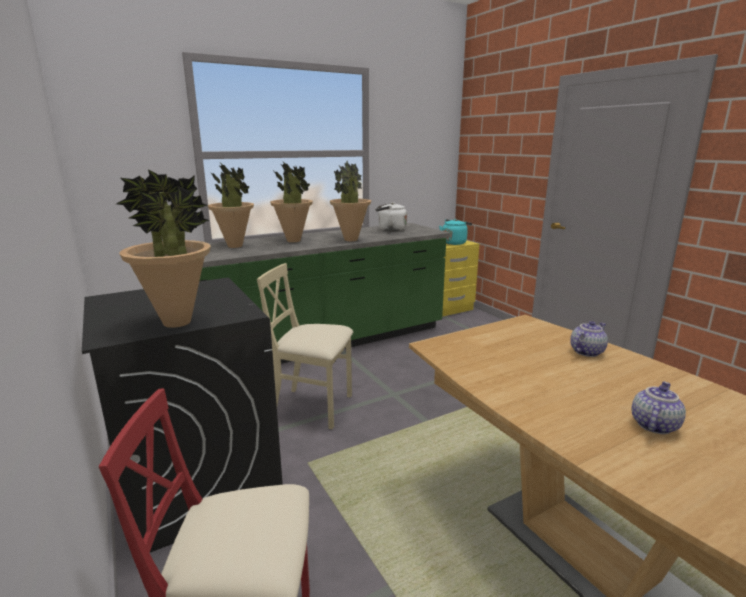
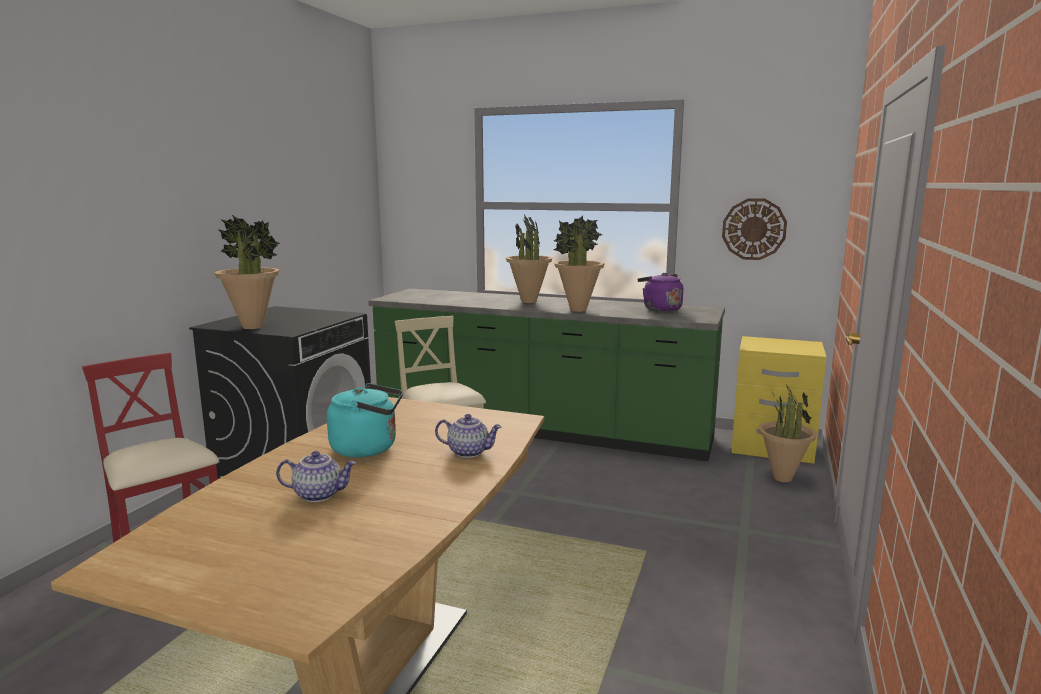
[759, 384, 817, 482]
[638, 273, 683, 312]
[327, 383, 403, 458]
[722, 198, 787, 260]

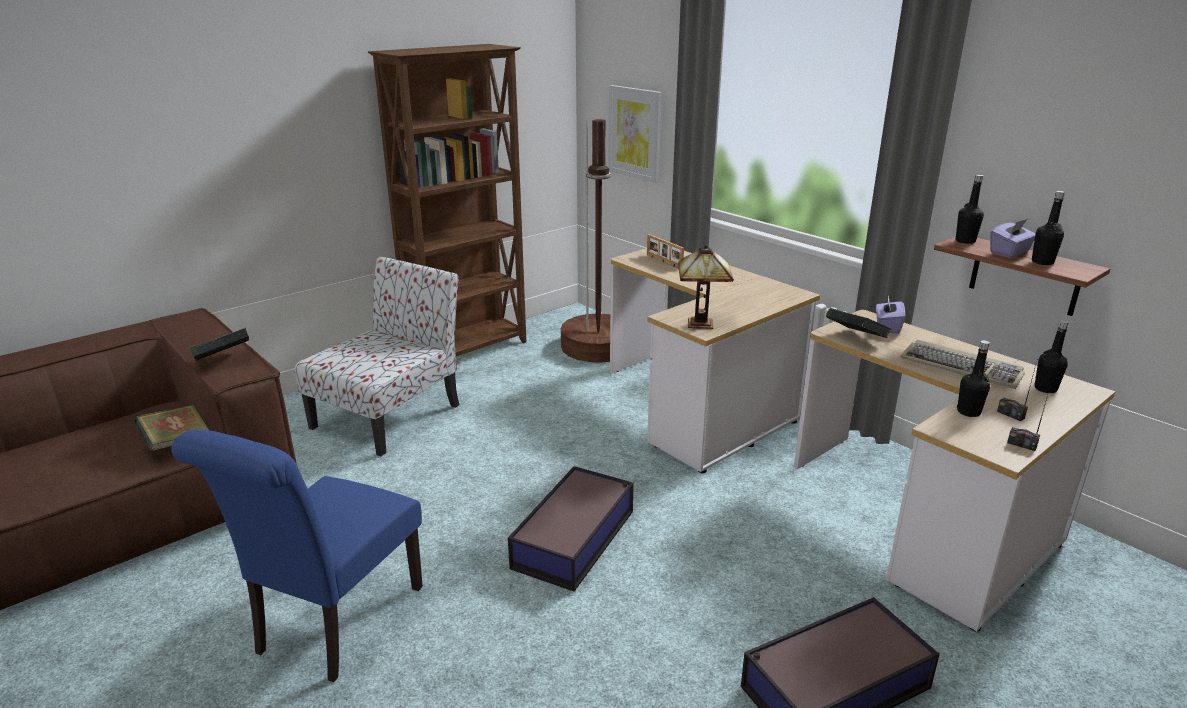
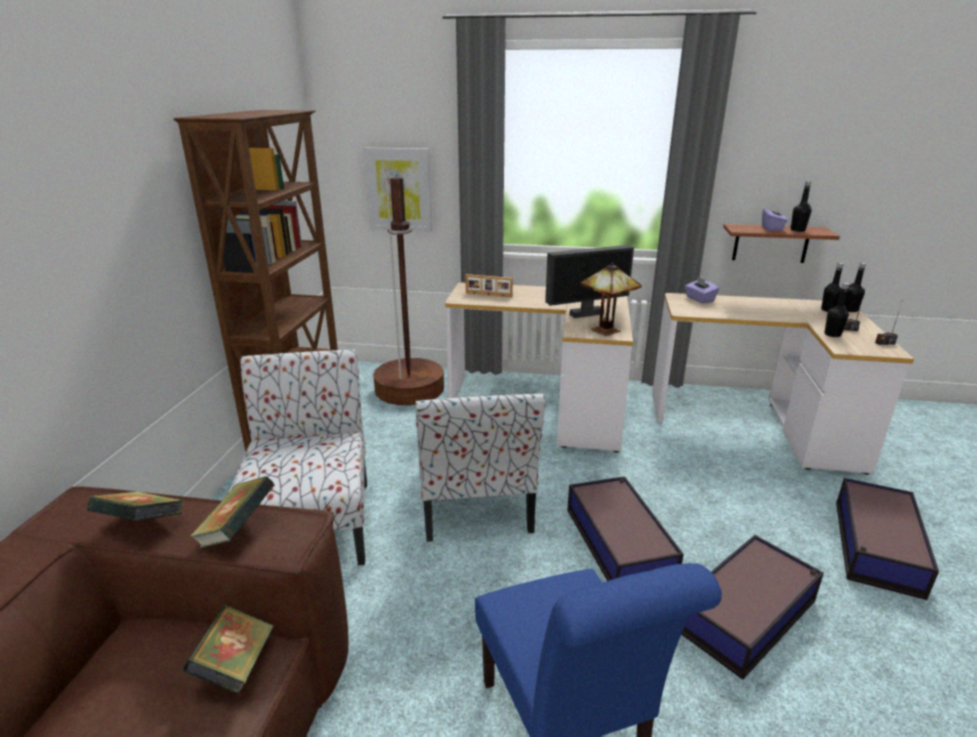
[844, 263, 866, 312]
[87, 491, 184, 521]
[900, 340, 1025, 389] (first image)
[545, 245, 634, 318]
[416, 393, 545, 542]
[681, 535, 824, 680]

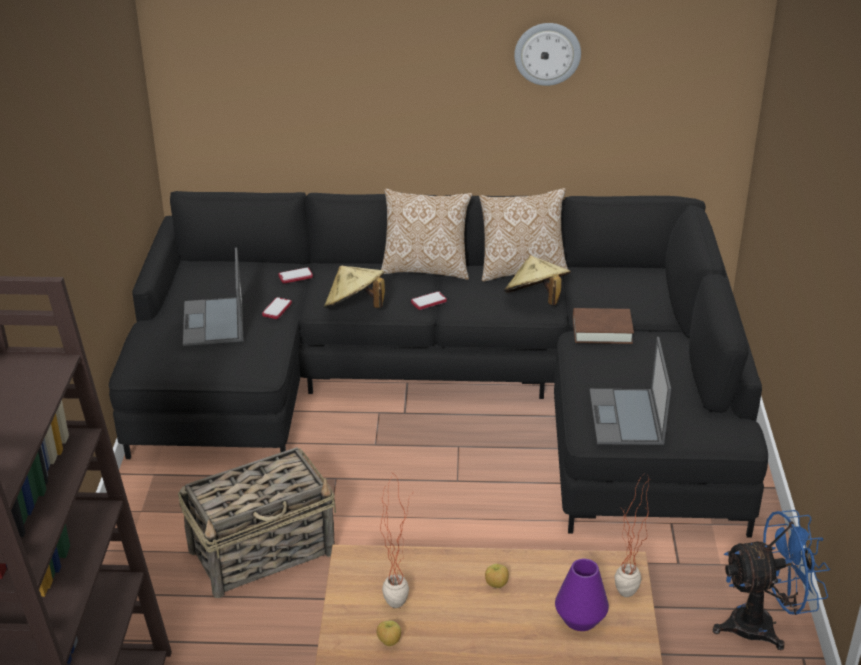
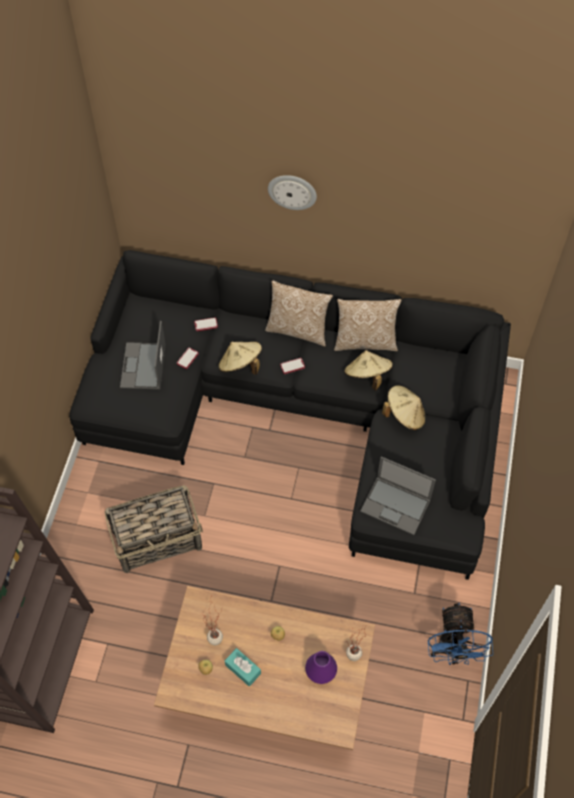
[268, 175, 317, 210]
[382, 386, 425, 430]
[360, 456, 436, 535]
[428, 603, 493, 665]
[225, 648, 261, 687]

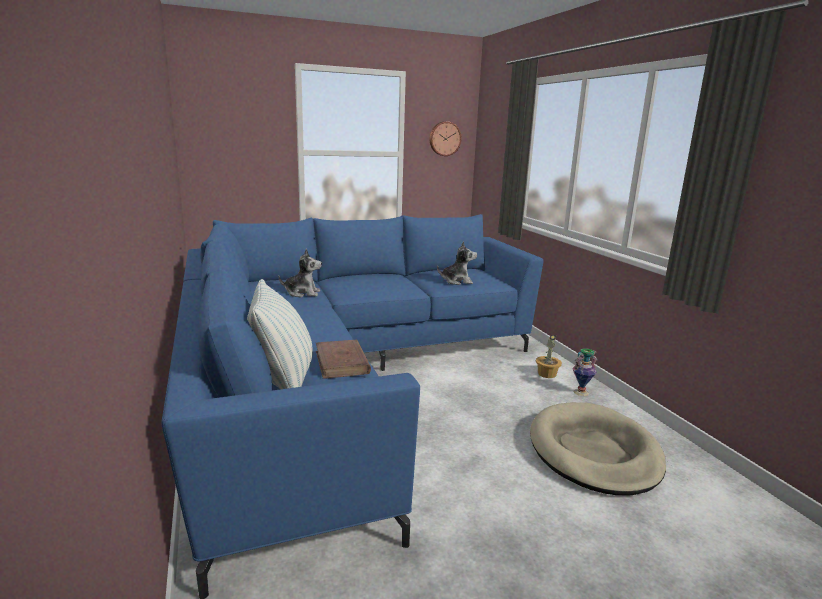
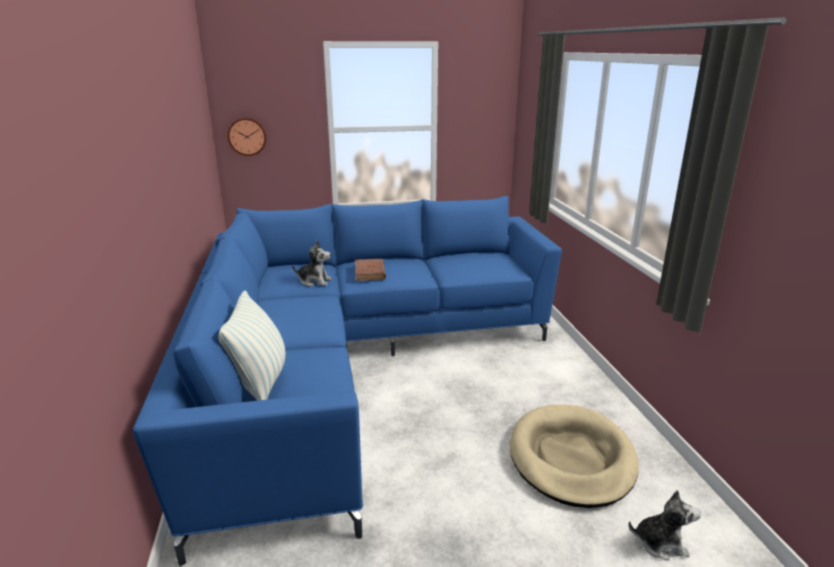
[228, 118, 266, 156]
[628, 490, 701, 561]
[536, 334, 562, 378] (first image)
[355, 259, 386, 281]
[572, 348, 597, 396] (first image)

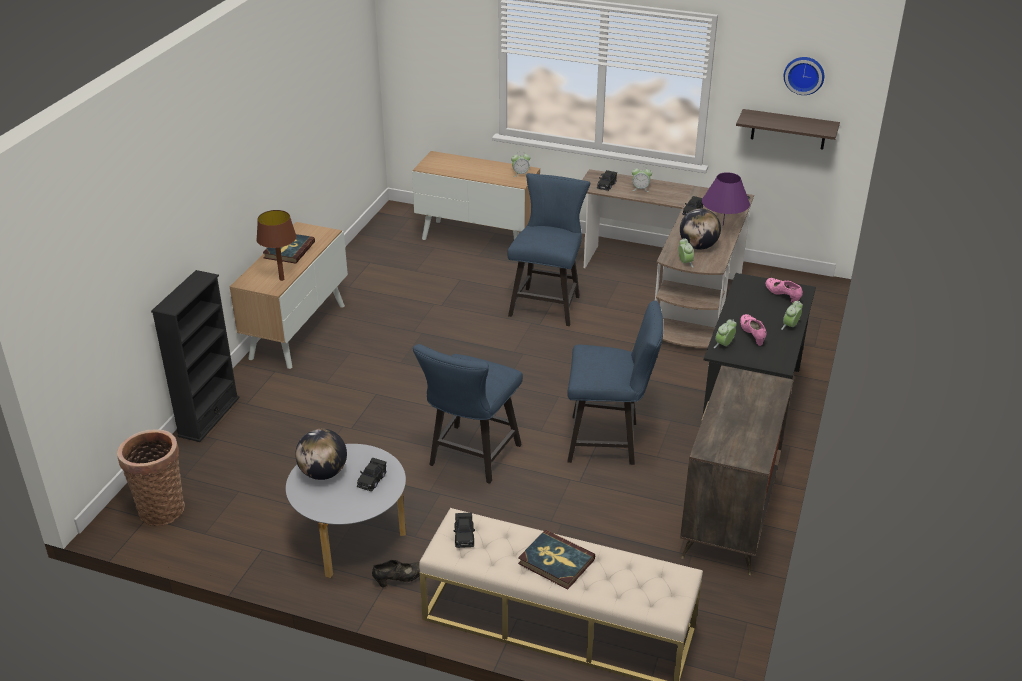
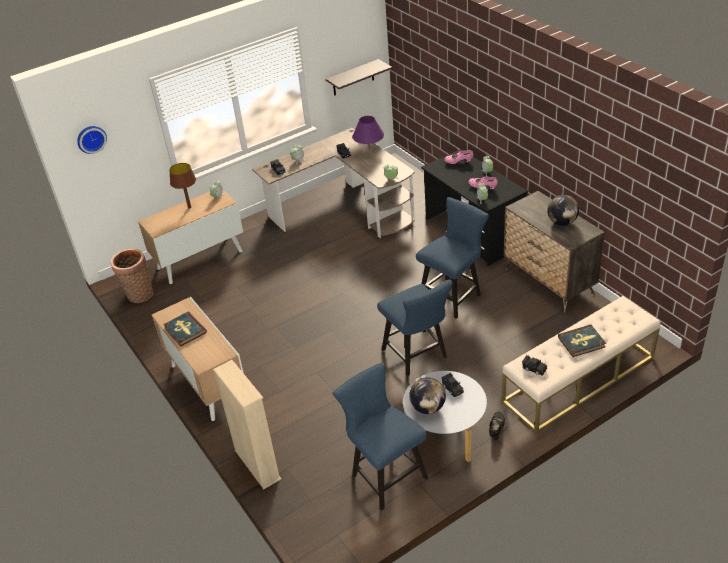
[77, 126, 107, 154]
[333, 362, 428, 511]
[547, 195, 579, 226]
[169, 163, 196, 209]
[213, 360, 281, 489]
[111, 248, 153, 303]

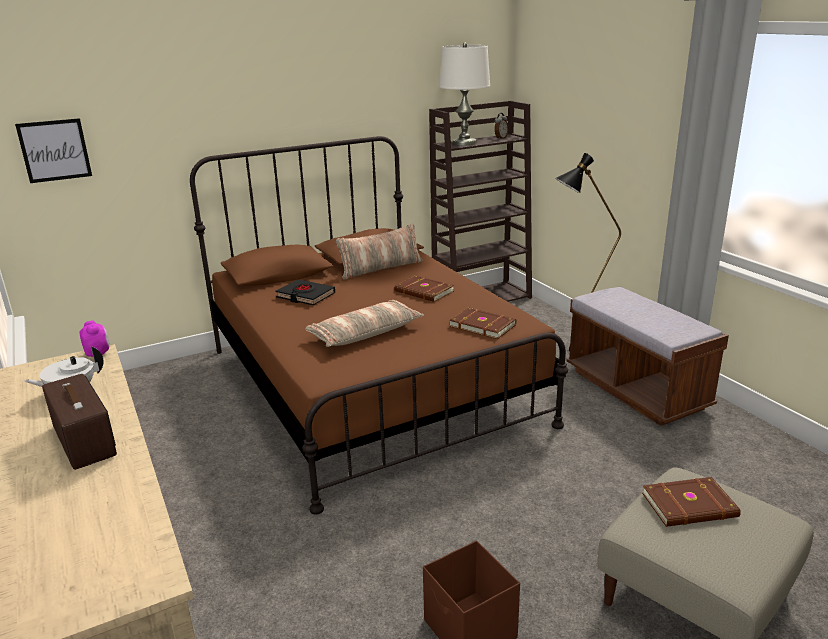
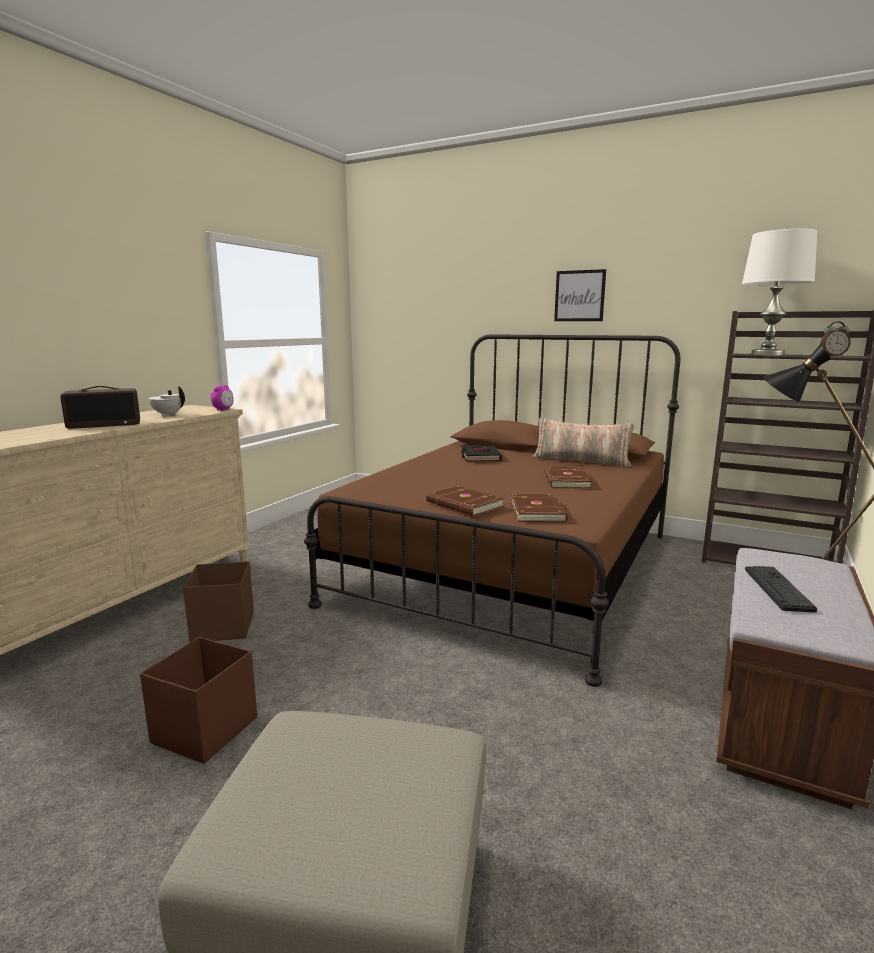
[554, 269, 606, 321]
[305, 300, 424, 347] (first image)
[60, 386, 140, 429]
[426, 486, 504, 516]
[183, 561, 254, 642]
[745, 566, 817, 613]

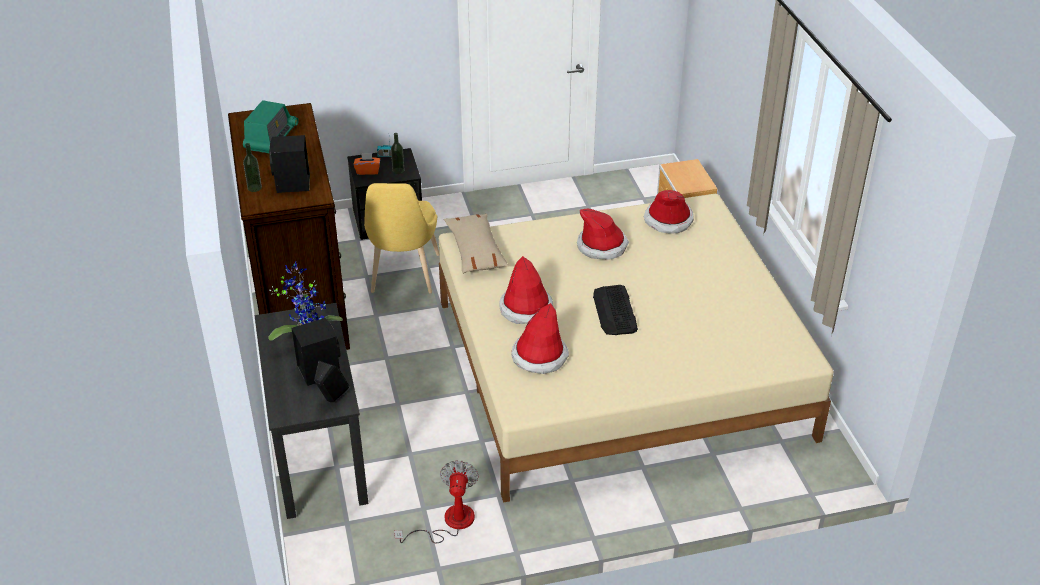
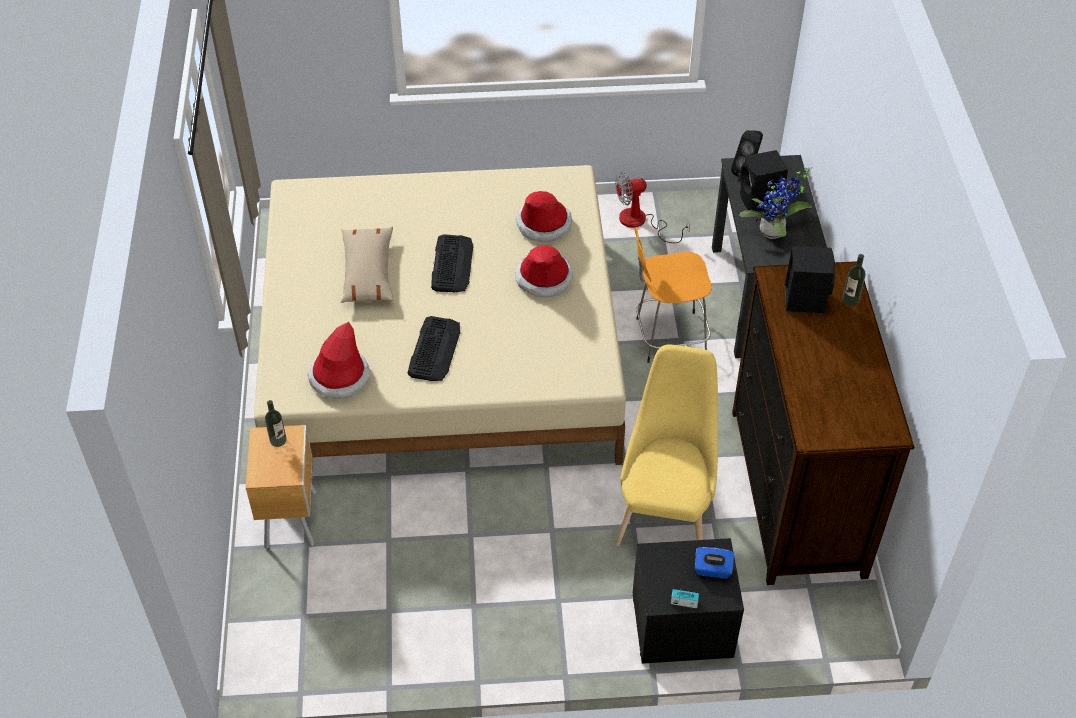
[243, 100, 299, 153] (first image)
[265, 400, 287, 447]
[695, 547, 734, 578]
[408, 316, 460, 381]
[341, 227, 394, 303]
[615, 172, 690, 243]
[635, 227, 712, 363]

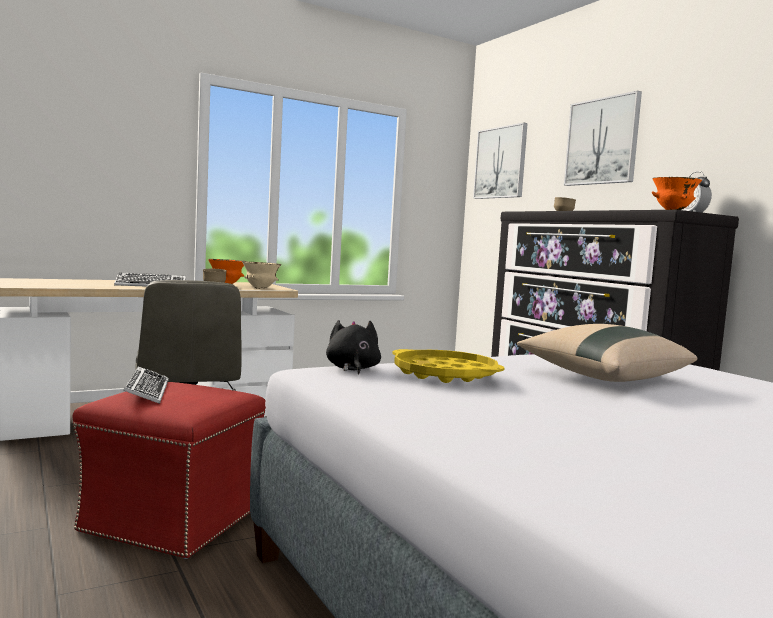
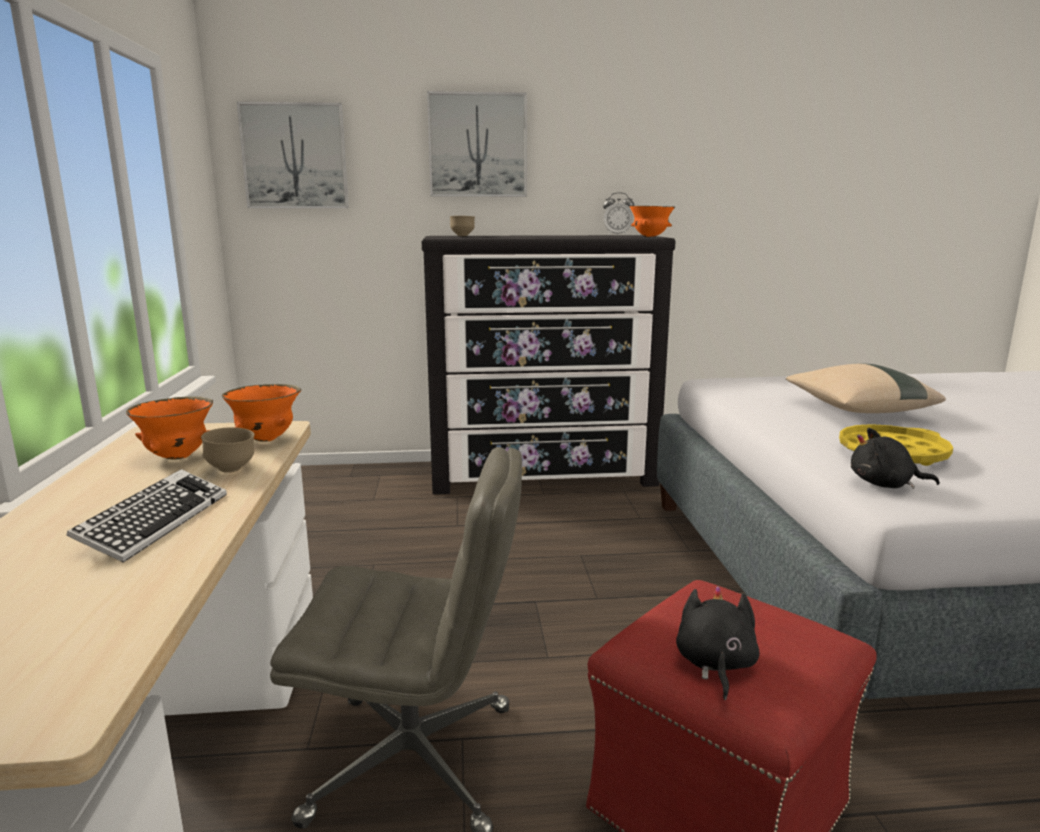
[222, 384, 301, 442]
[676, 586, 760, 700]

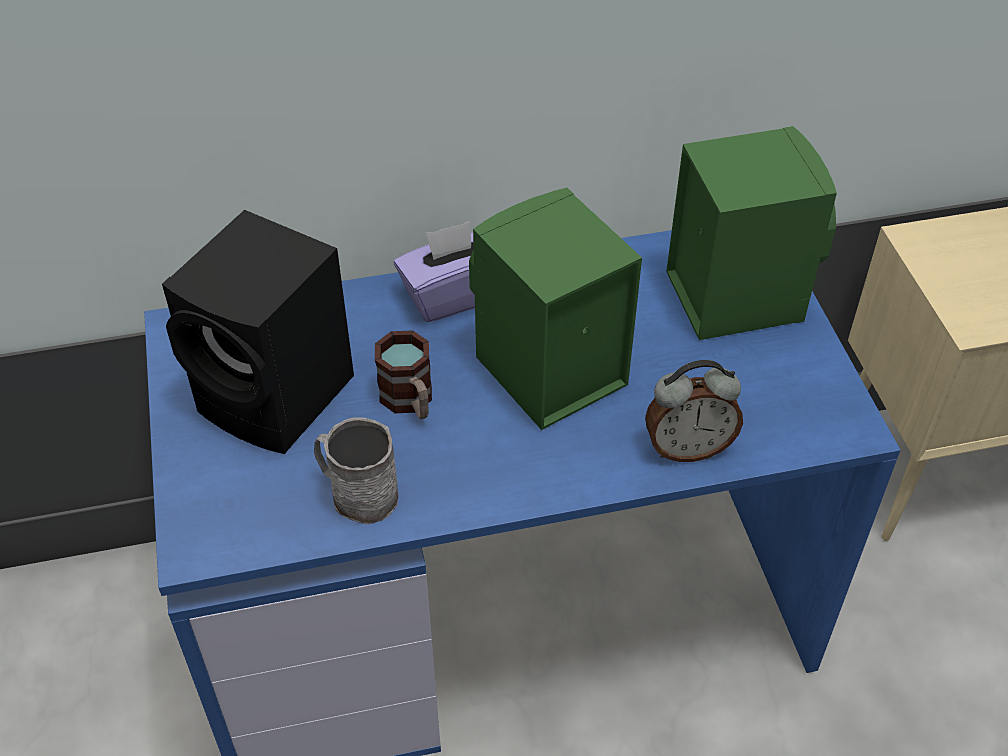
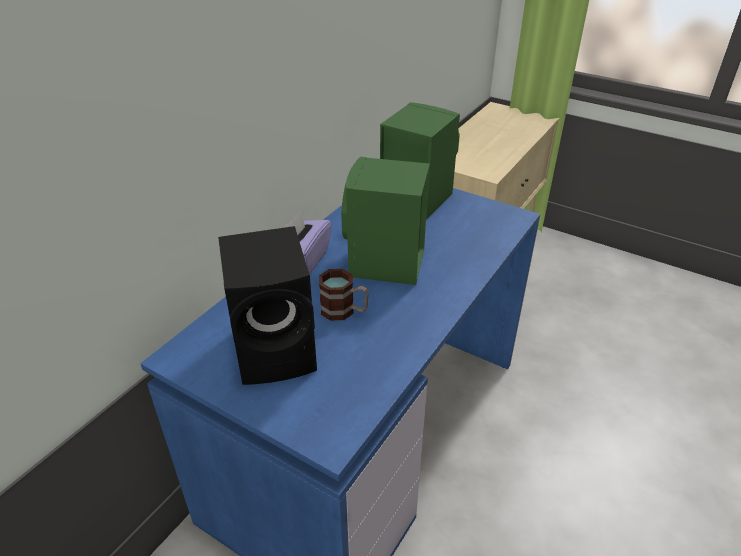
[645, 360, 743, 462] (first image)
[314, 417, 398, 524] (first image)

